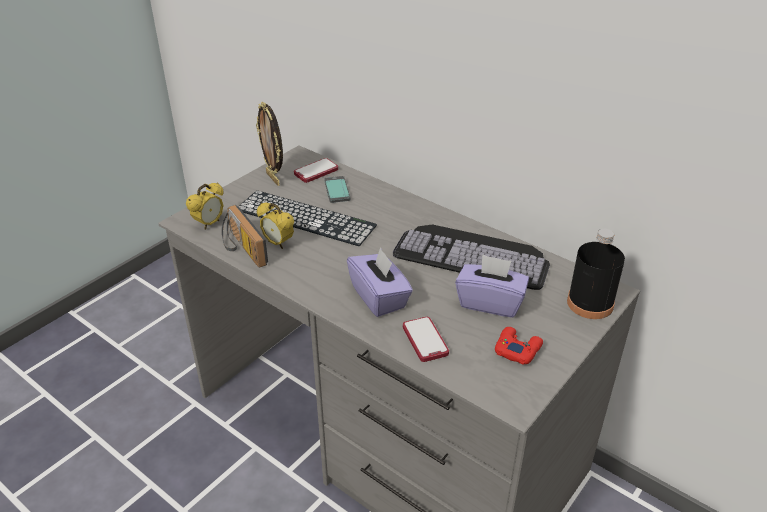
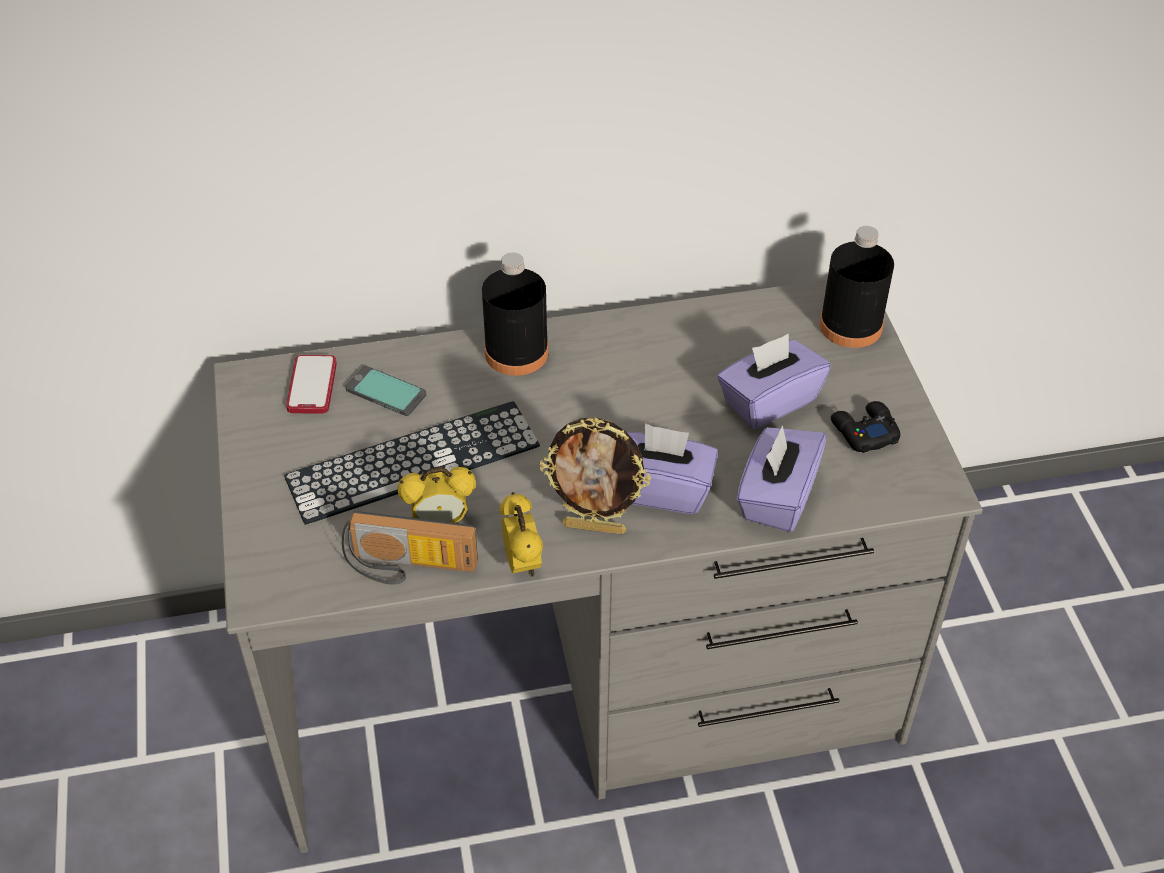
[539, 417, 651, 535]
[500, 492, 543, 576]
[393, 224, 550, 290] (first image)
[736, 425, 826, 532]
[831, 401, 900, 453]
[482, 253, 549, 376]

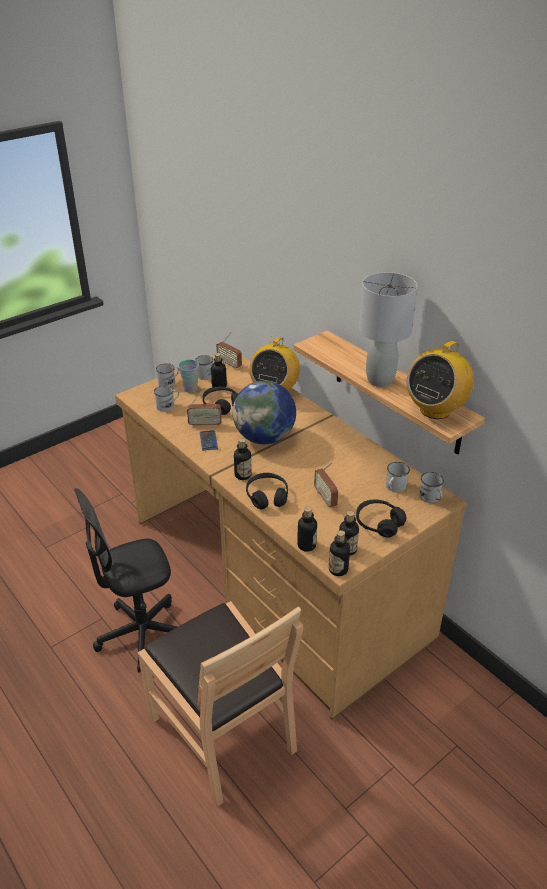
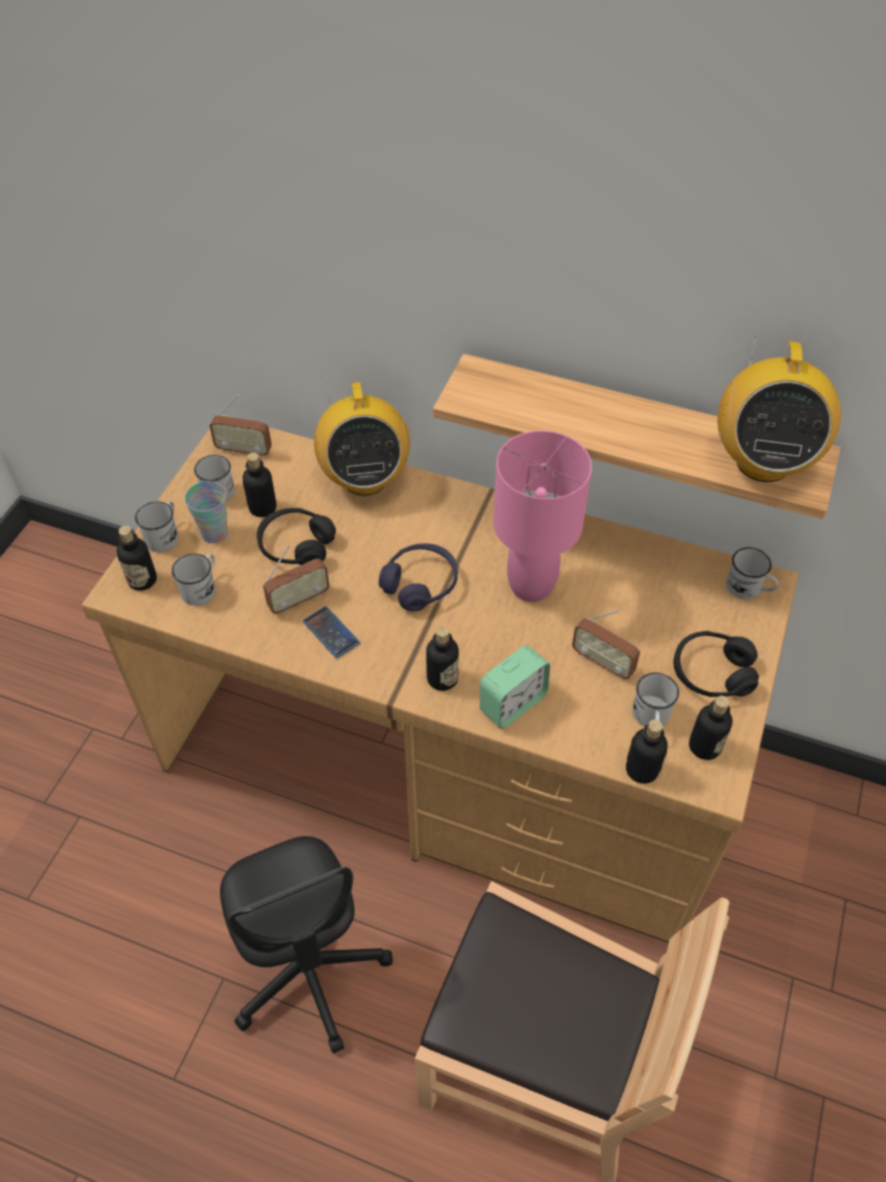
[359, 272, 418, 387] (first image)
[379, 543, 458, 612]
[632, 673, 679, 726]
[480, 645, 550, 729]
[220, 836, 393, 1054]
[116, 526, 157, 591]
[493, 430, 592, 602]

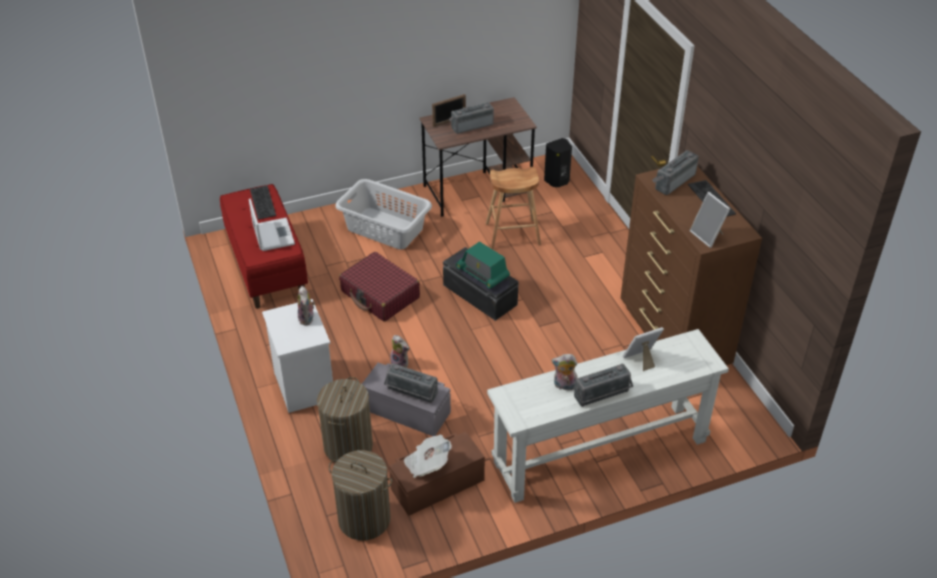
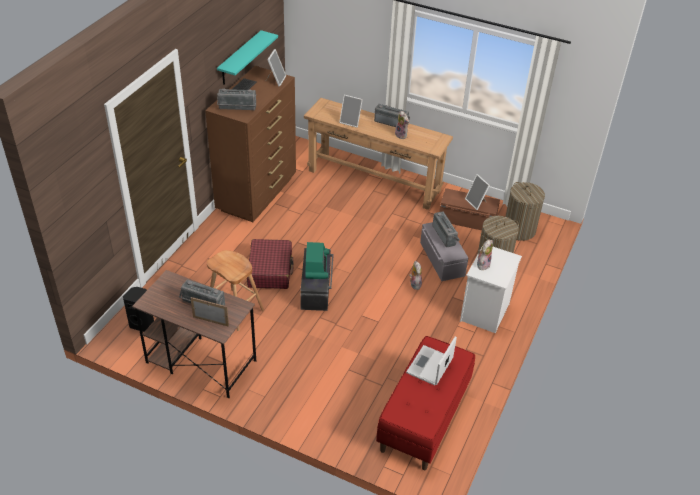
[335, 179, 432, 249] (first image)
[250, 185, 276, 220] (first image)
[247, 239, 294, 289]
[304, 98, 453, 210]
[465, 174, 490, 210]
[217, 30, 278, 85]

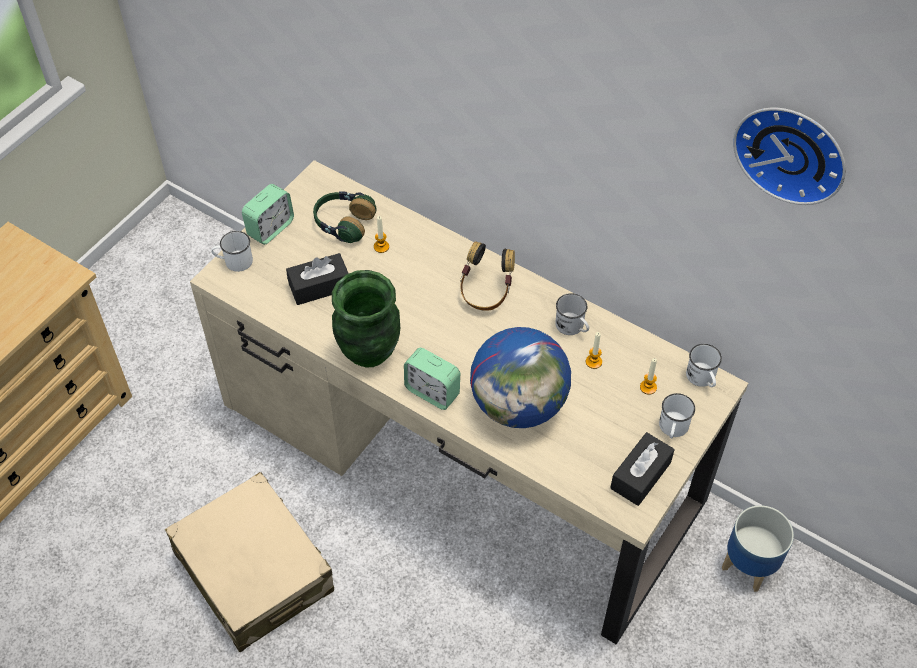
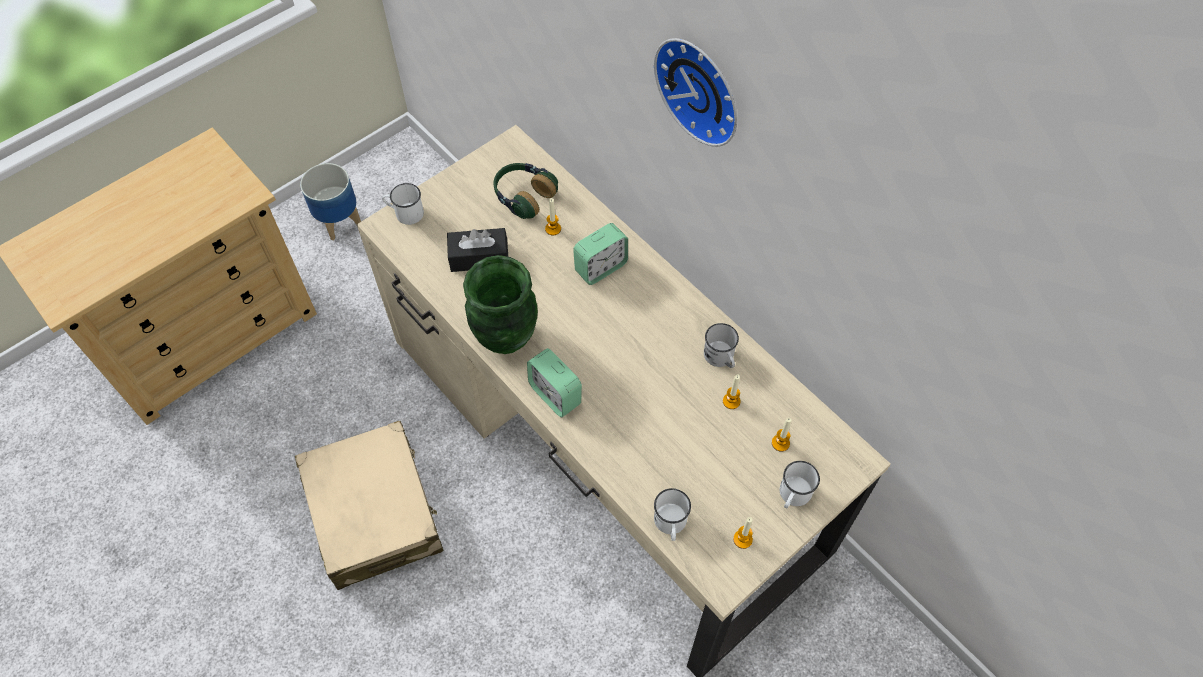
[654, 38, 737, 147]
[573, 223, 628, 285]
[460, 241, 515, 311] (first image)
[470, 327, 571, 428] (first image)
[654, 488, 691, 541]
[733, 517, 753, 549]
[300, 163, 361, 240]

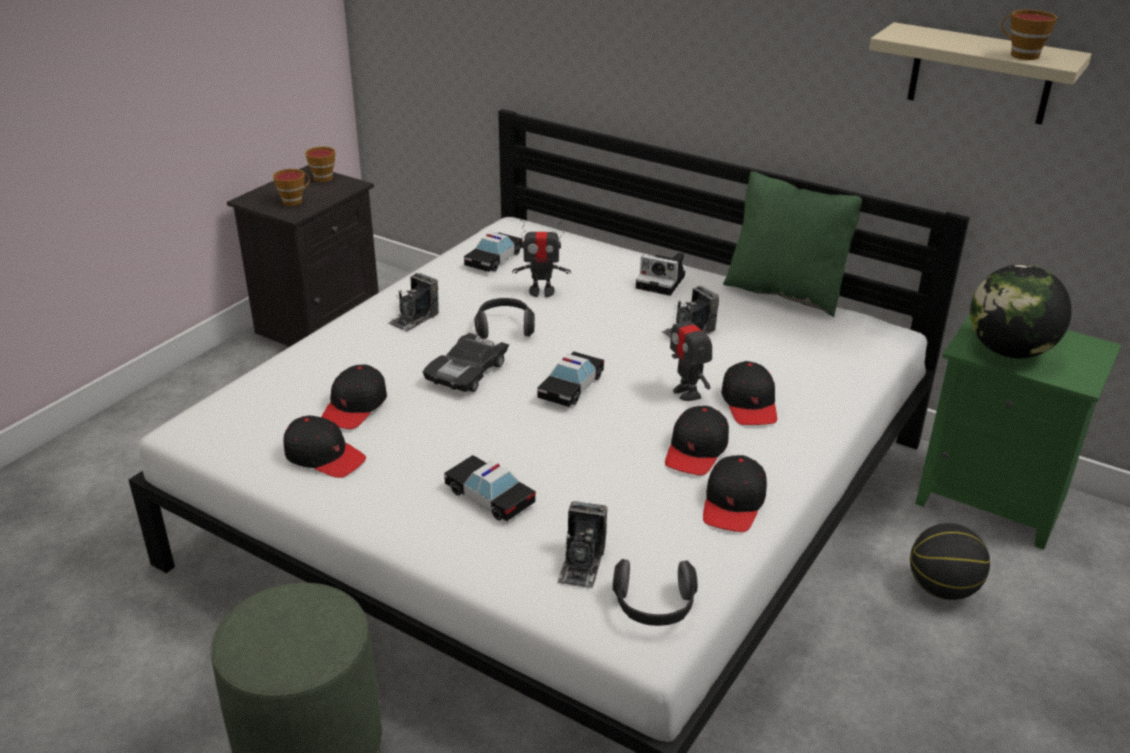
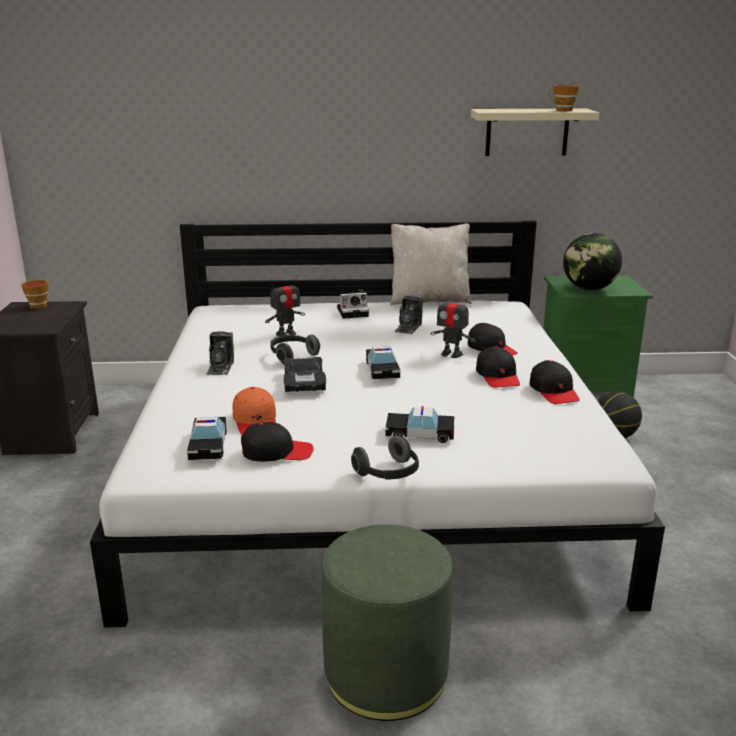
[273, 169, 310, 206] (first image)
[390, 223, 472, 305]
[187, 417, 226, 460]
[232, 387, 276, 435]
[557, 501, 608, 588] (first image)
[351, 435, 419, 479]

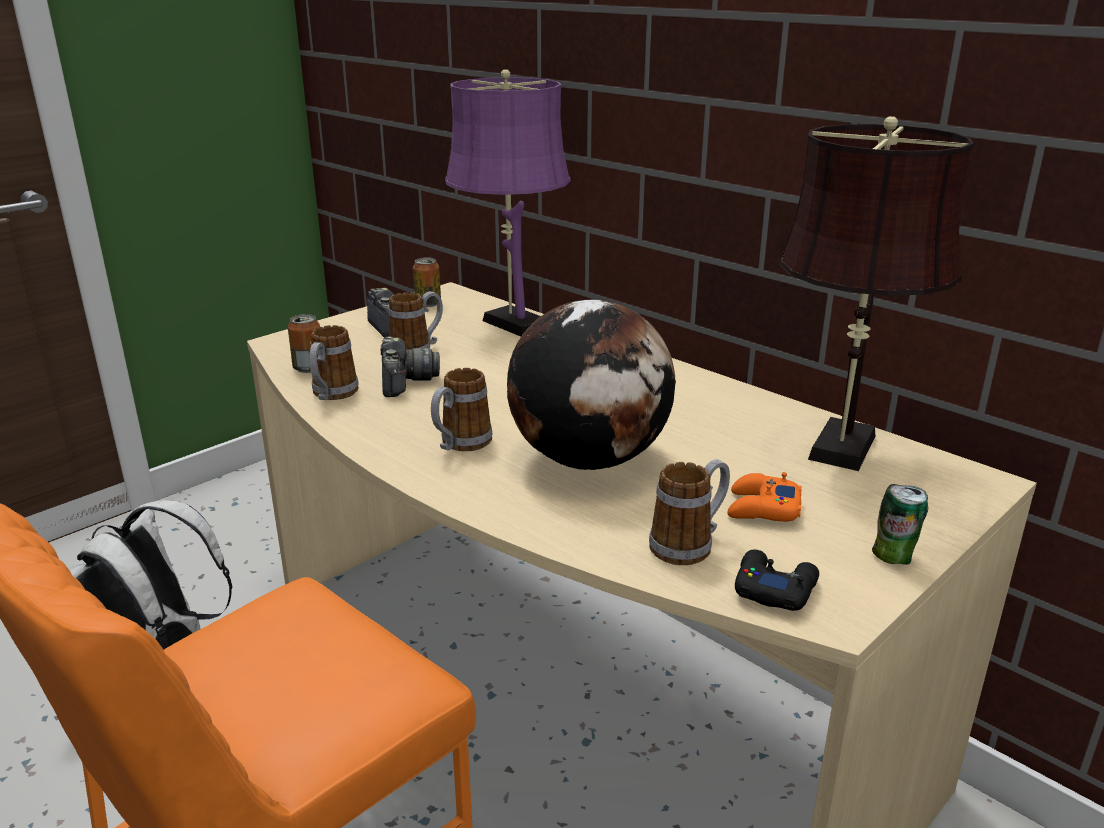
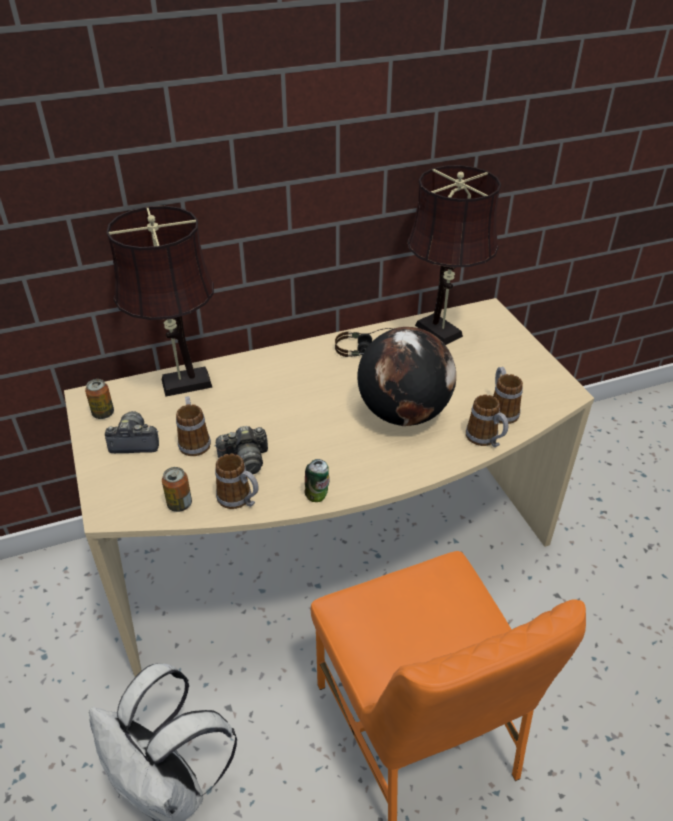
[106, 206, 214, 397]
[214, 426, 268, 474]
[466, 394, 509, 447]
[727, 472, 802, 522] (first image)
[305, 459, 330, 502]
[735, 550, 819, 611] (first image)
[335, 328, 392, 357]

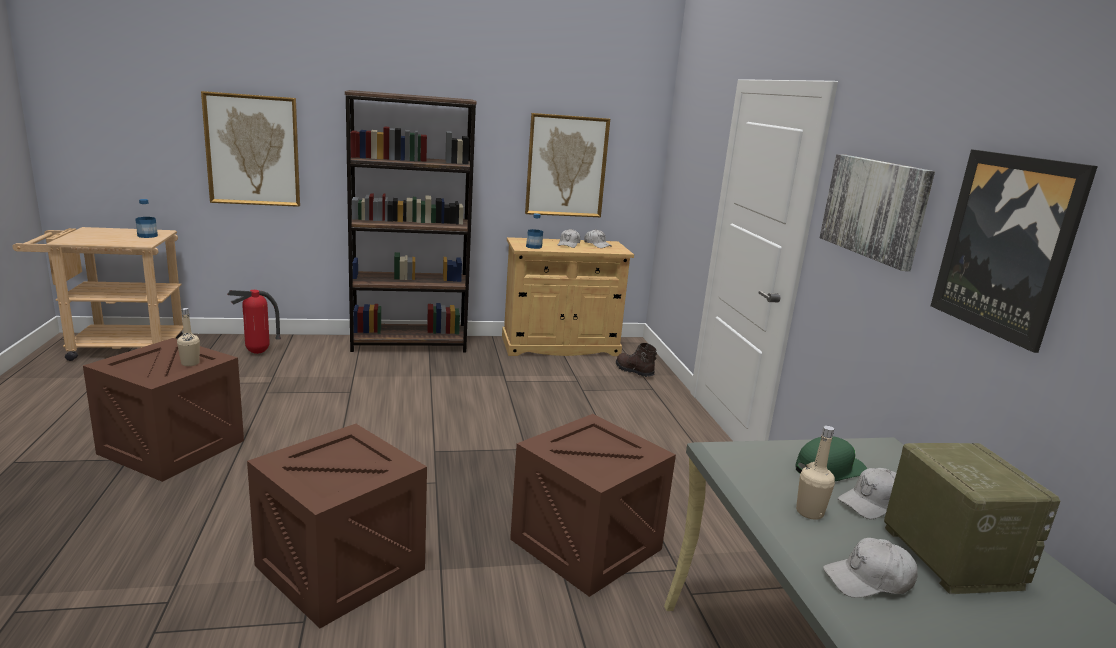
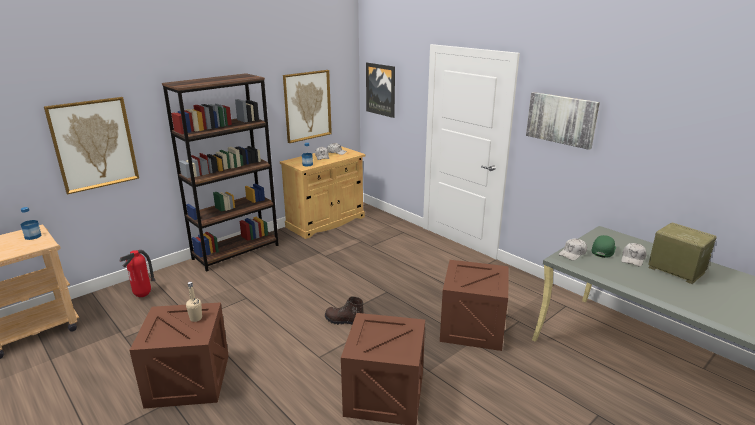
[366, 63, 395, 118]
[325, 296, 364, 325]
[796, 426, 835, 520] (first image)
[559, 238, 587, 261]

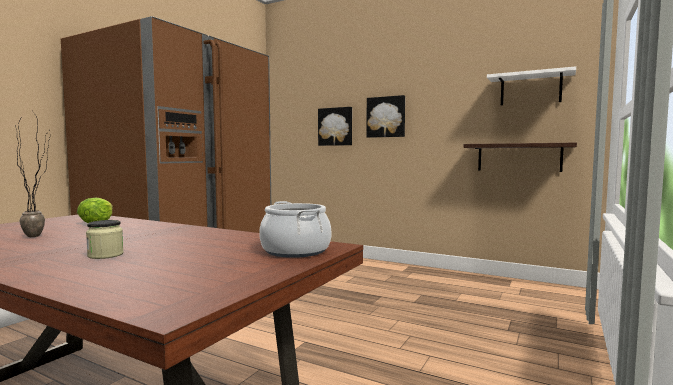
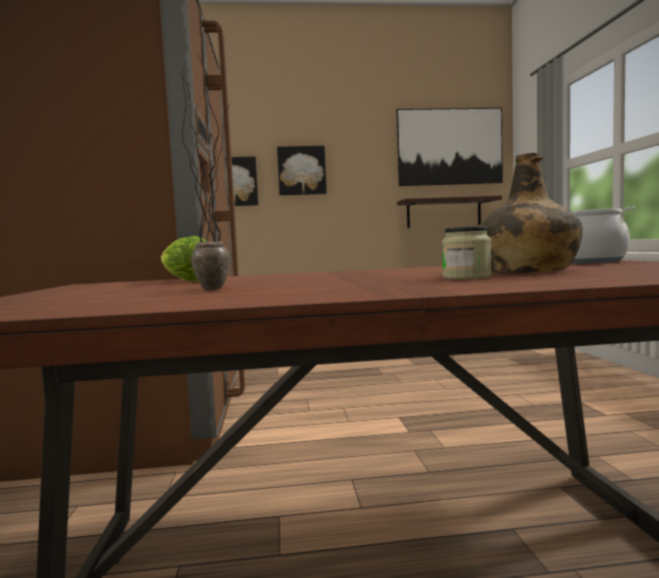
[397, 108, 503, 186]
[479, 153, 583, 274]

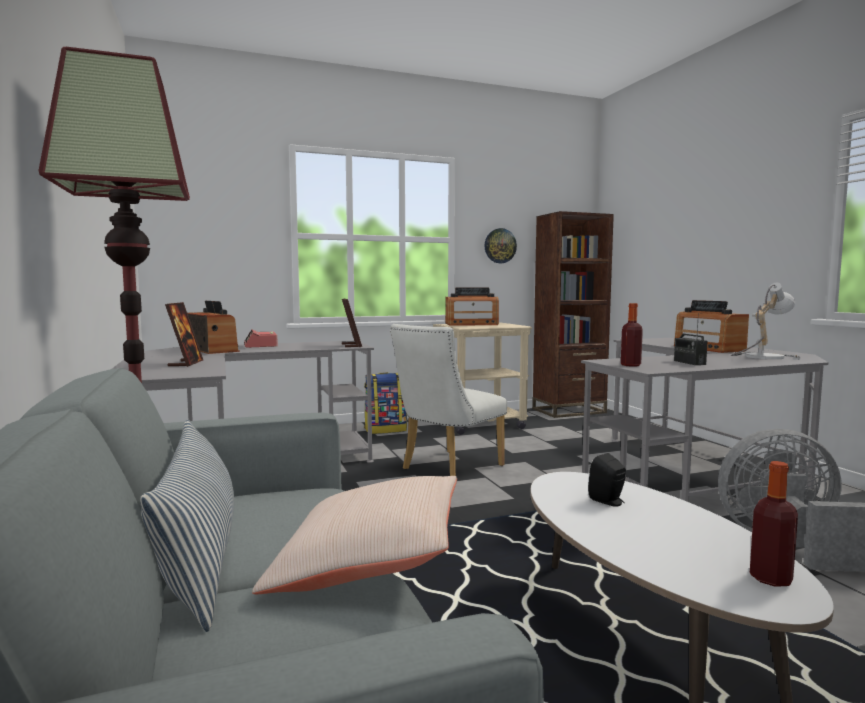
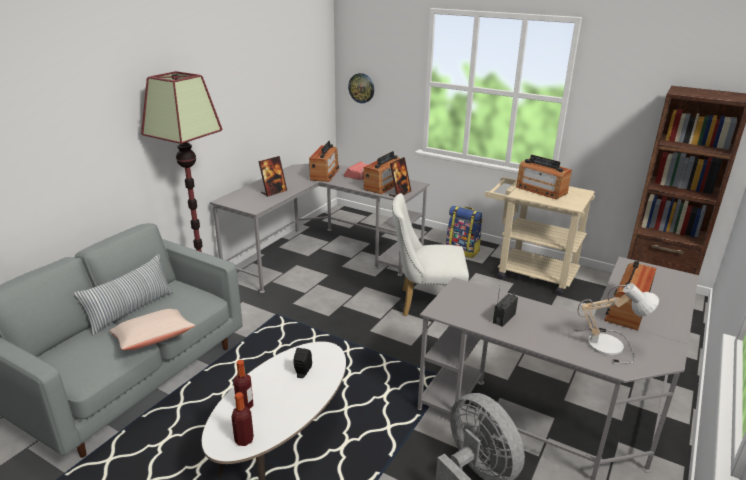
[348, 73, 374, 103]
[234, 360, 253, 409]
[364, 151, 401, 194]

